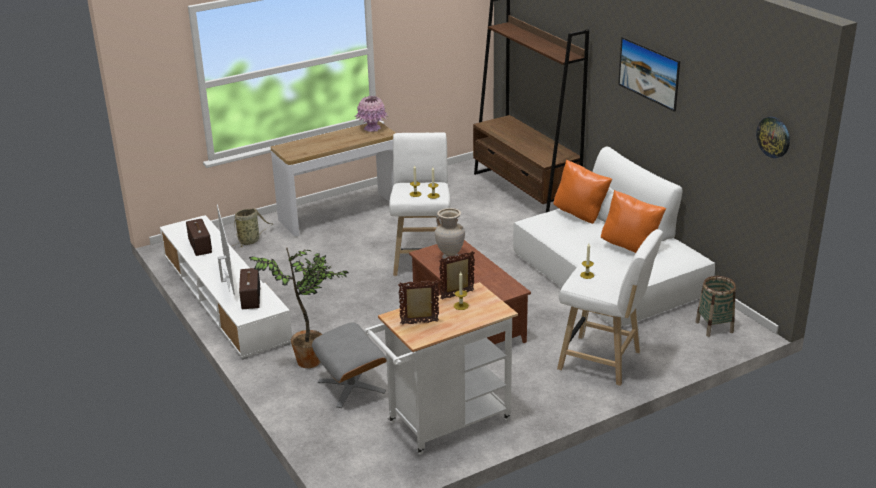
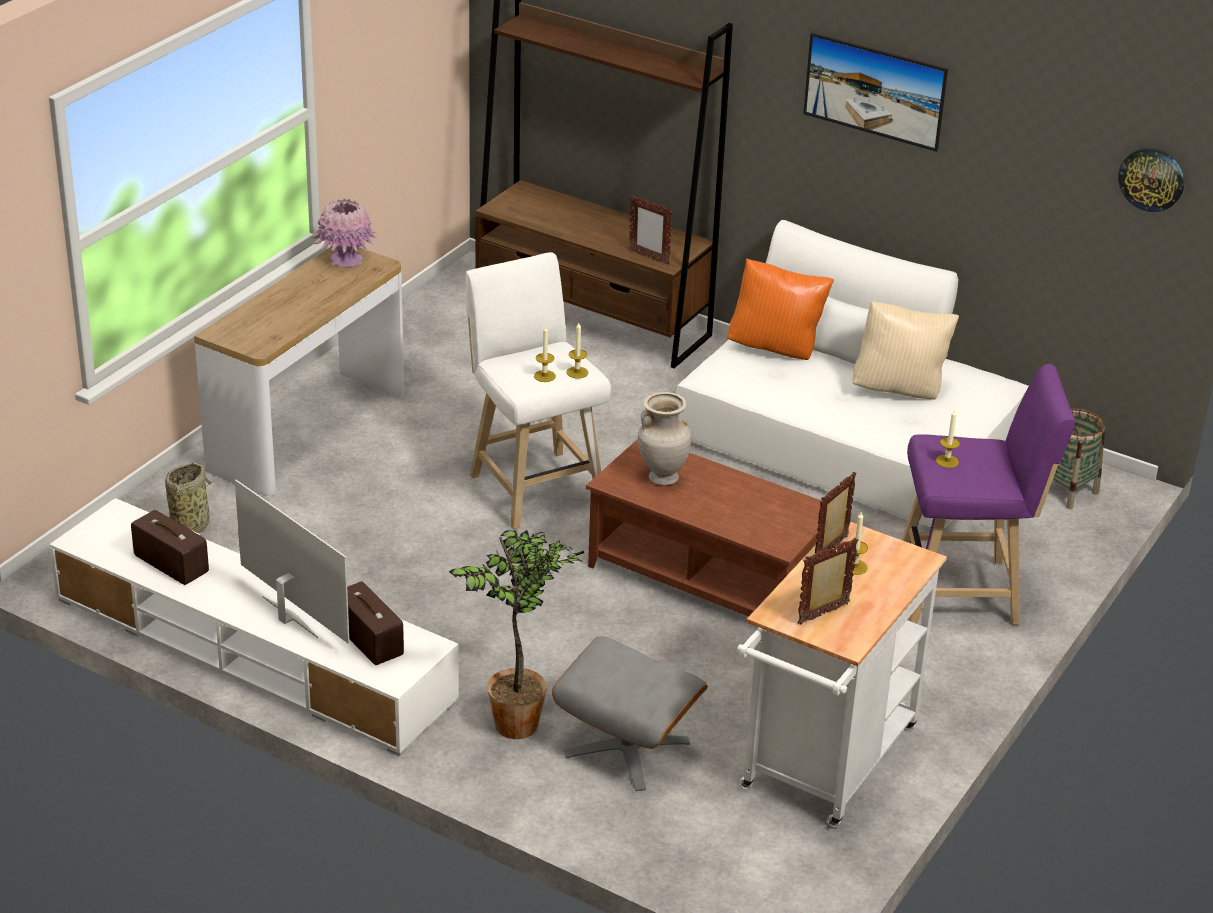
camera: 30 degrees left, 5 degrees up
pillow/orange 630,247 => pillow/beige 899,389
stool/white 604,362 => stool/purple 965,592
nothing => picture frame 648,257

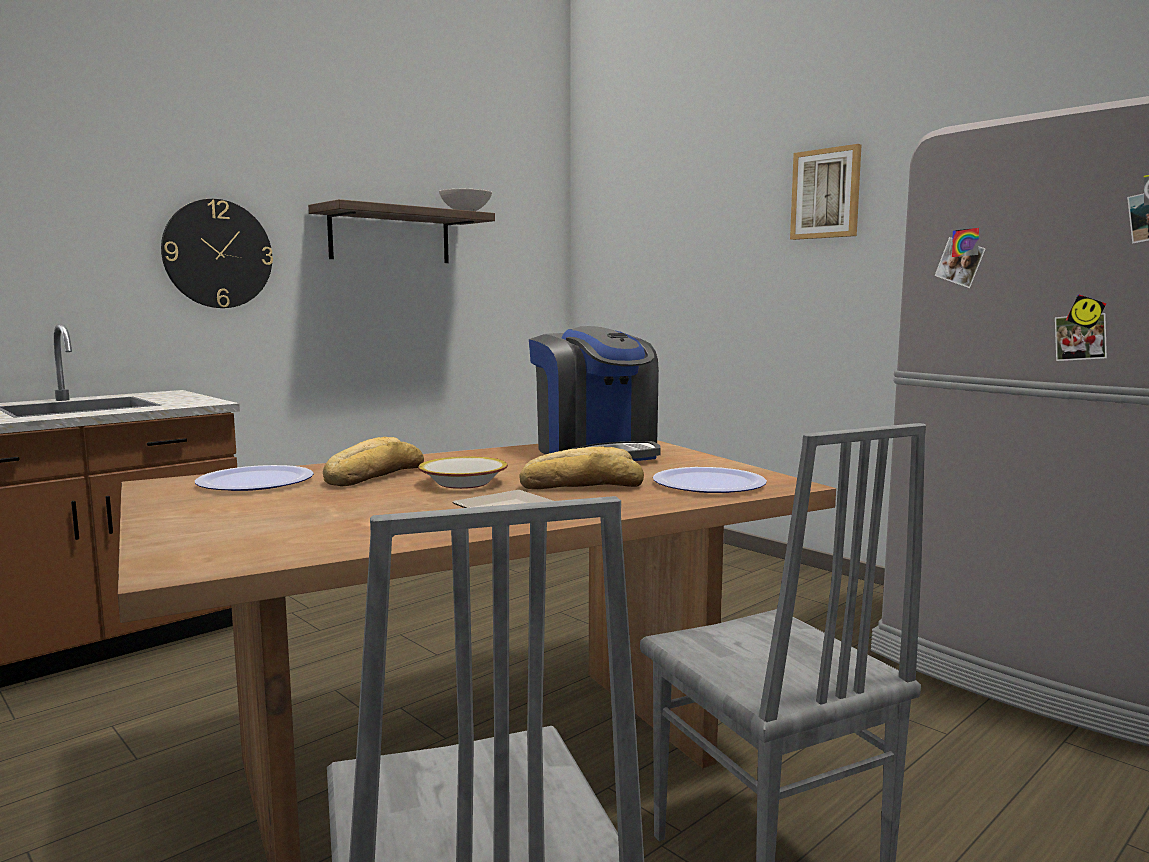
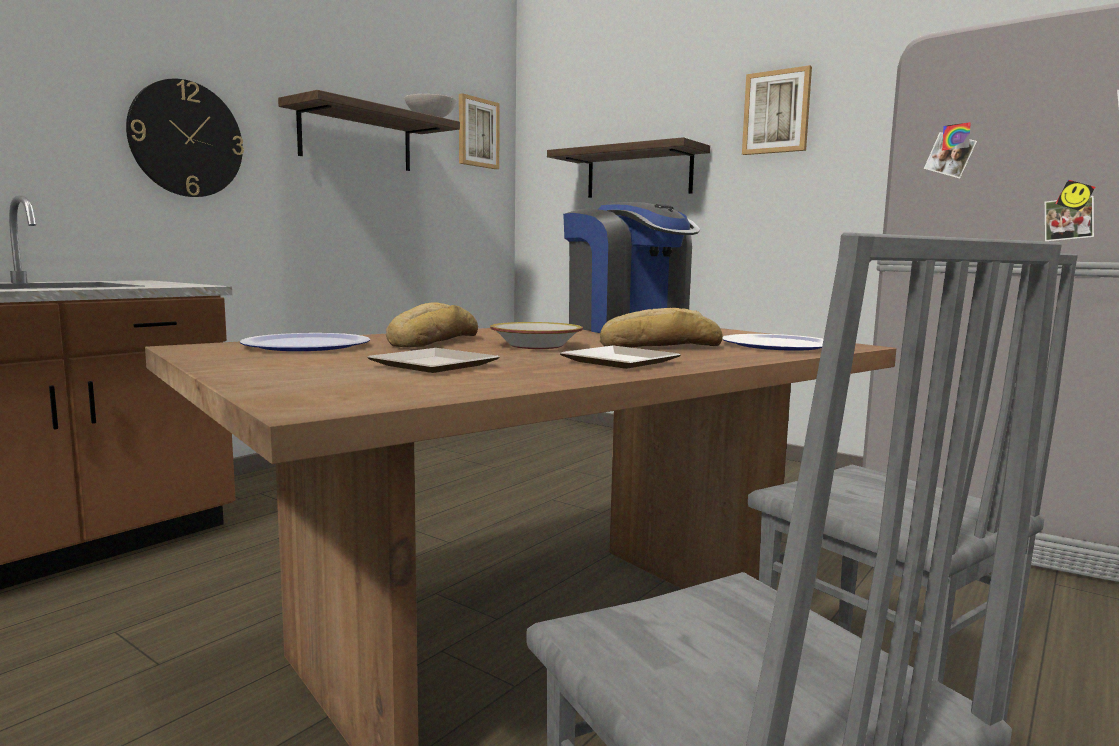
camera: 10 degrees left, 0 degrees up
nothing => picture 477,133
nothing => shelf 639,173
nothing => plate 429,366

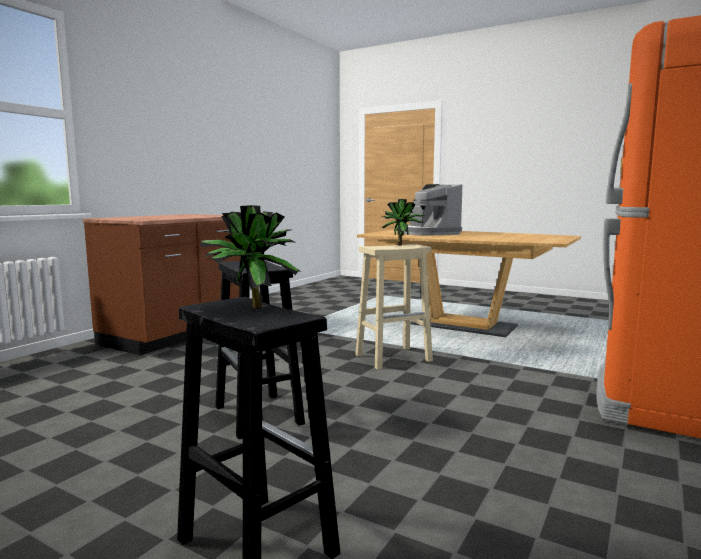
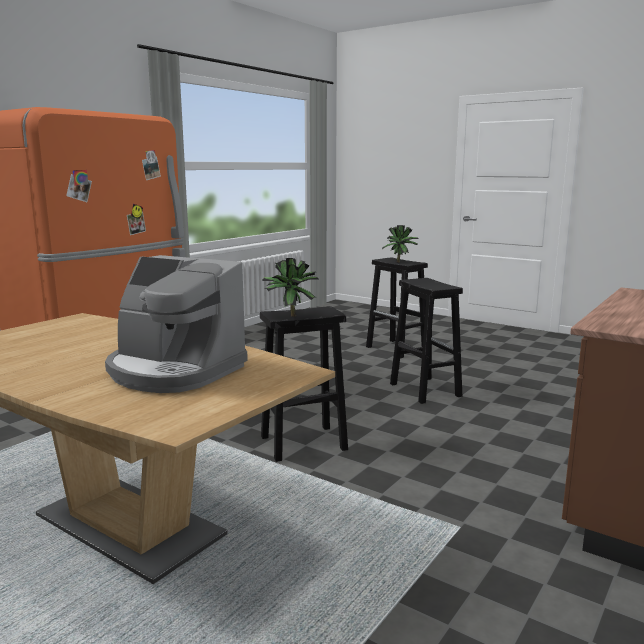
camera: 175 degrees left, 5 degrees up
coffee machine 428,233 => coffee machine 174,371, 135 degrees clockwise
stool/beige 394,358 => stool/black 302,443

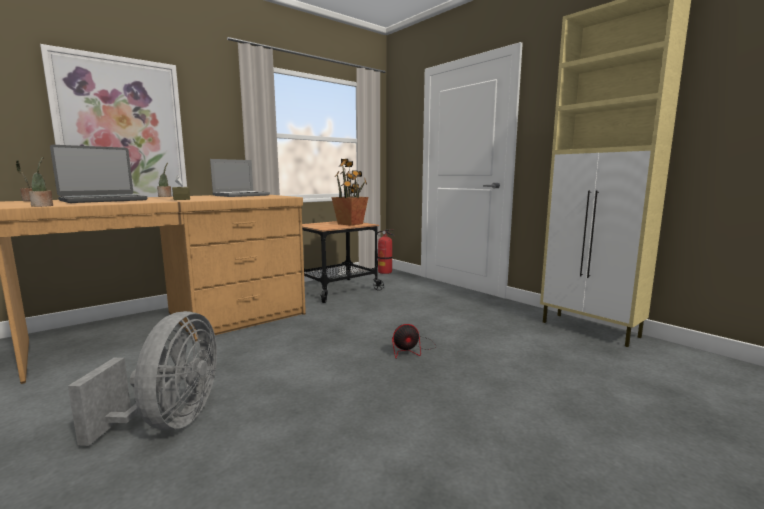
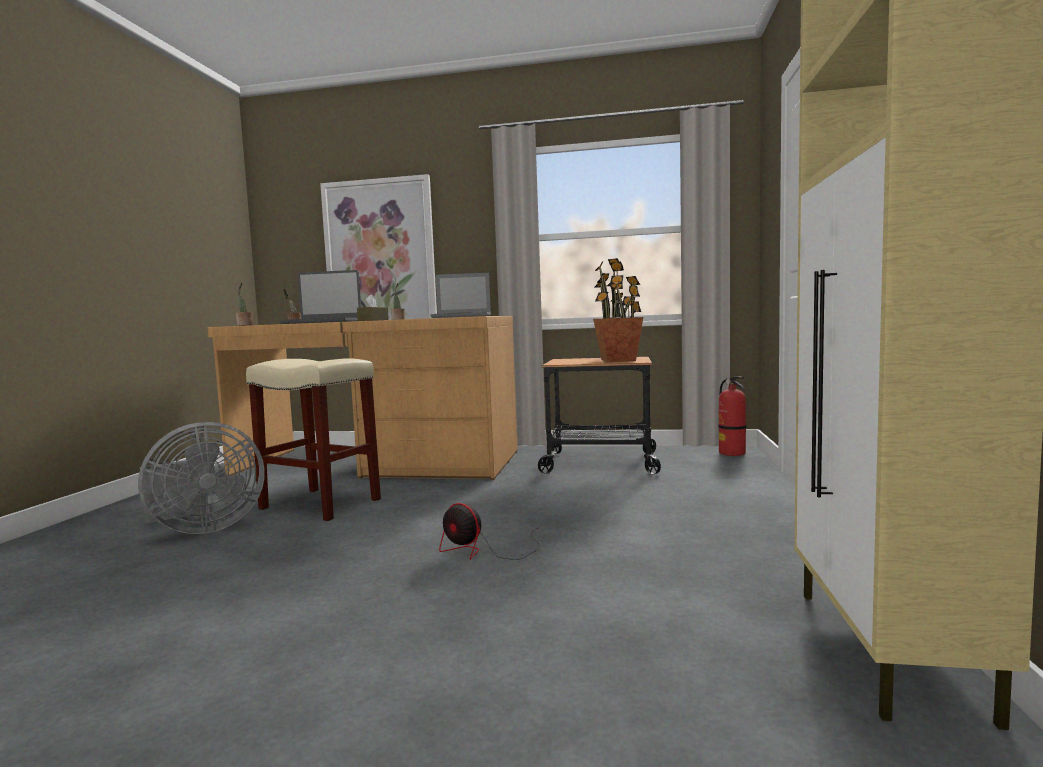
camera: 50 degrees right, 5 degrees down
nothing => stool/beige 319,504

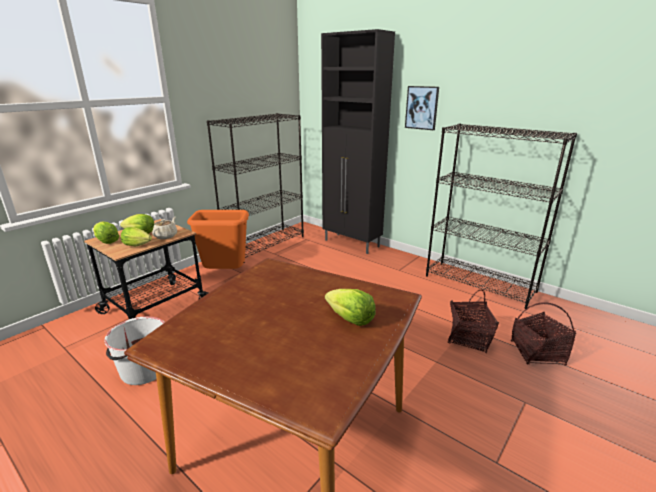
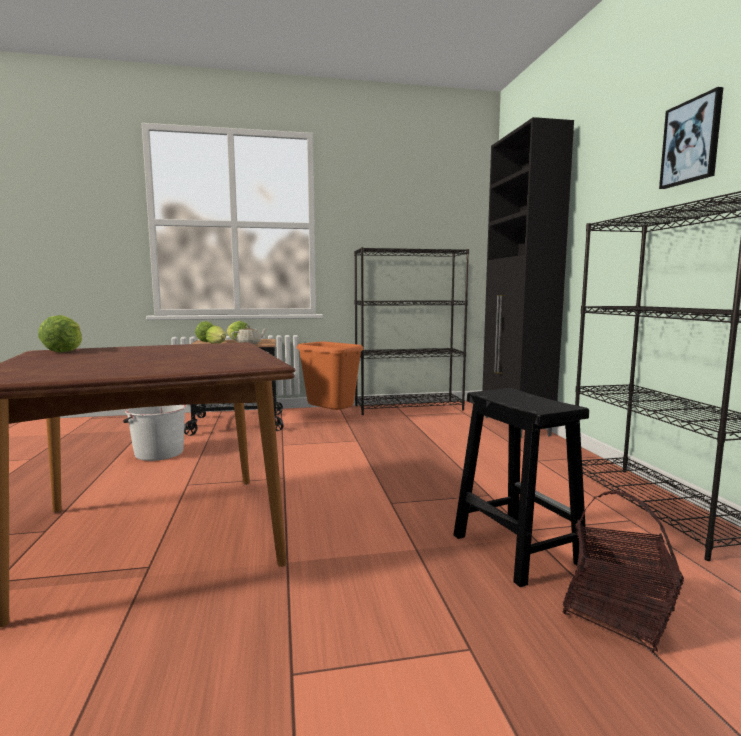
camera: 40 degrees right, 15 degrees down
picture 422,108 => picture 691,141, relocated
lettuce 350,319 => lettuce 65,351, relocated
basket 468,338 => stool/black 514,549

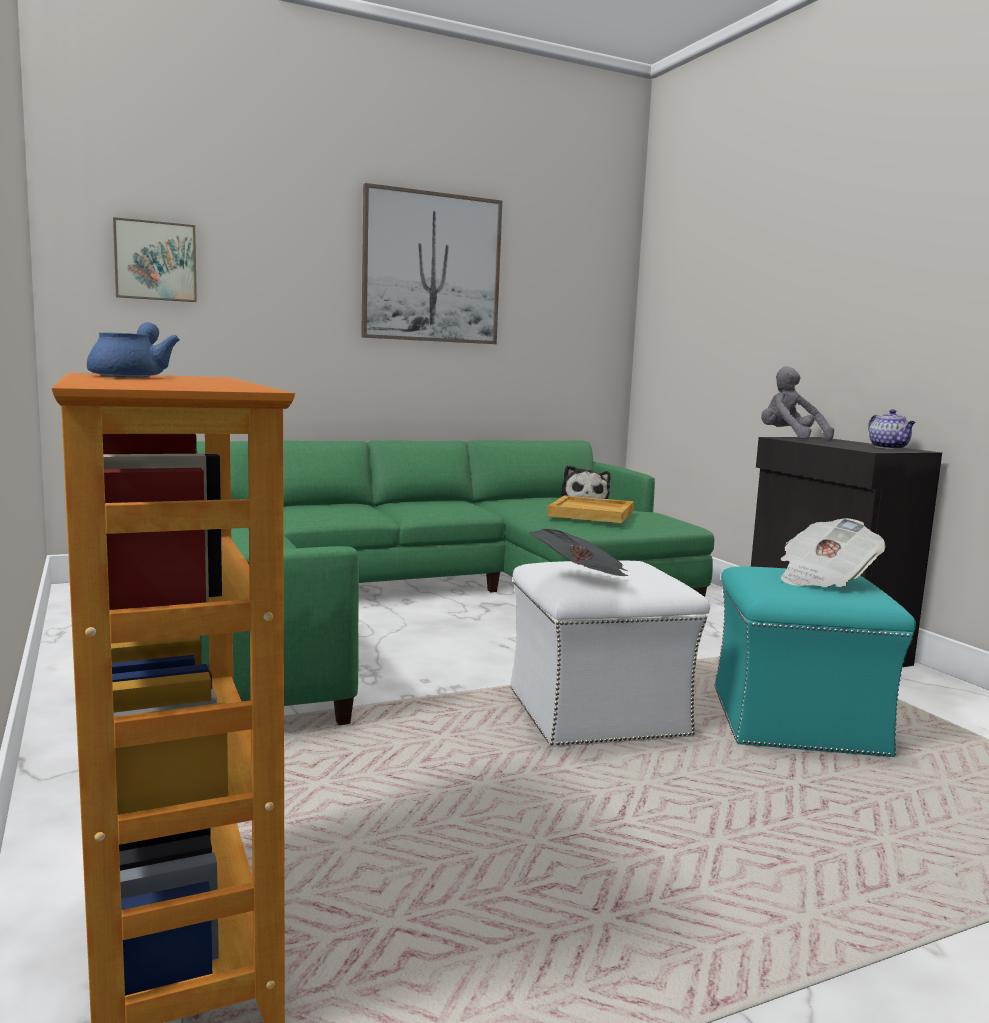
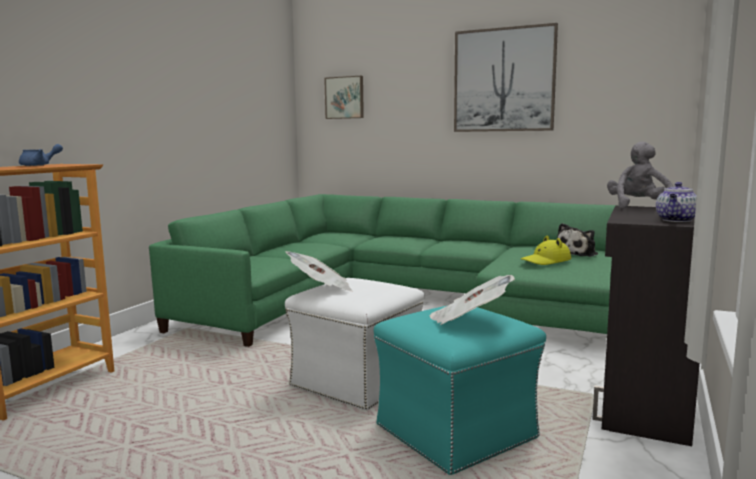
camera: 50 degrees right, 0 degrees up
tray/beige 592,513 => hat/yellow 546,261

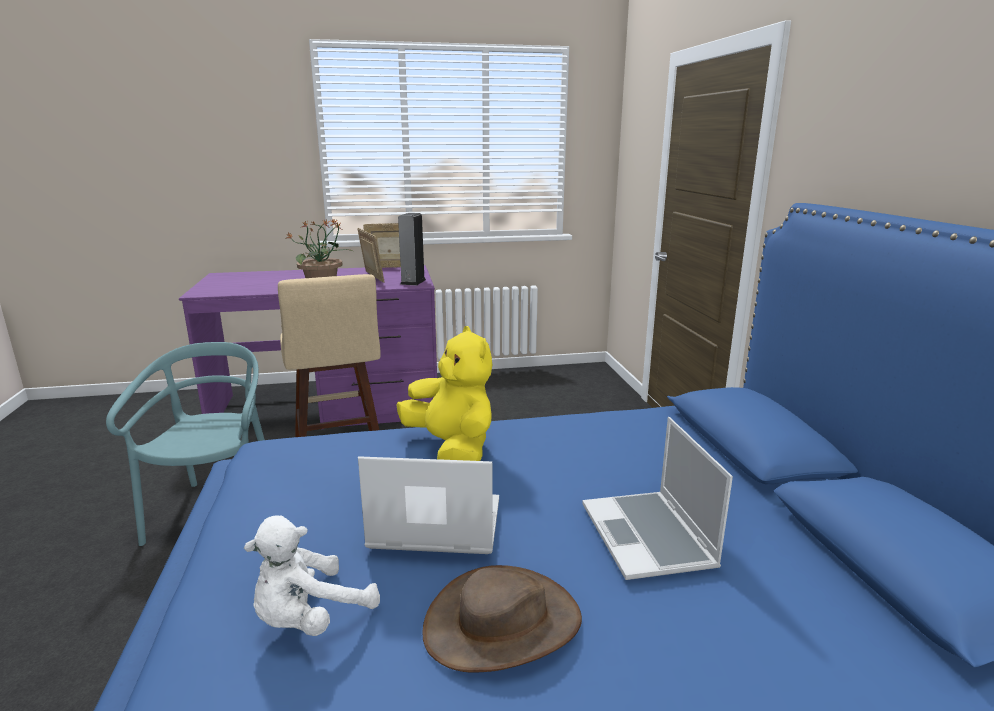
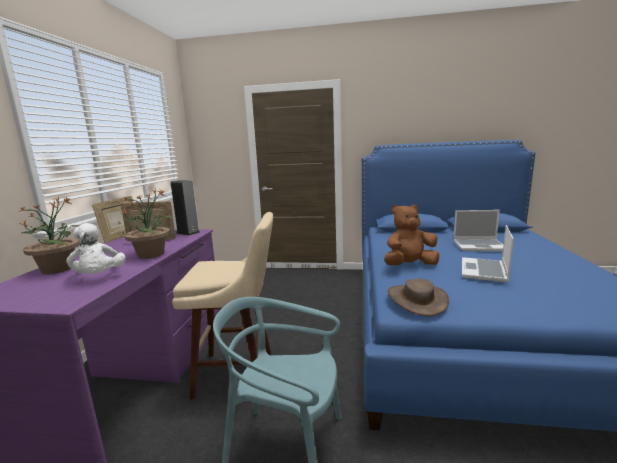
camera: 70 degrees left, 5 degrees down
plush toy/yellow 452,449 => plush toy/brown 409,265
plush toy/white 310,618 => plush toy/white 99,277, relocated
hat/brown 503,624 => hat/brown 417,299, relocated
nothing => potted plant 58,268

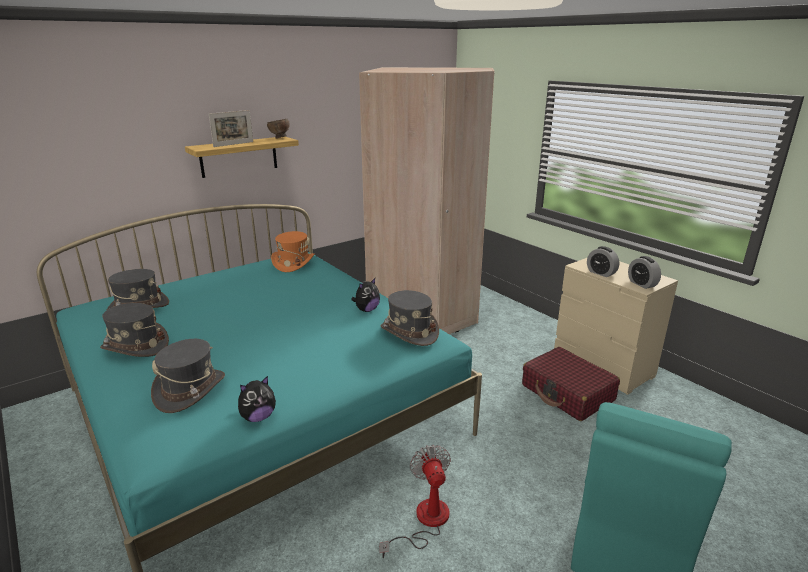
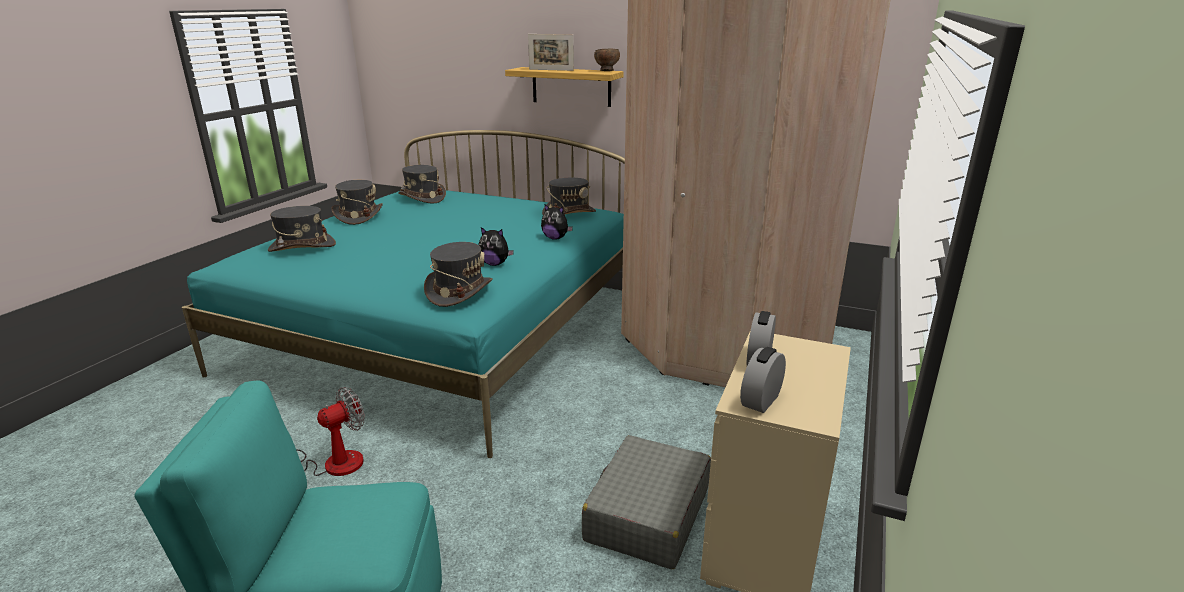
camera: 60 degrees right, 0 degrees up
hat/orange 293,263 => hat/grey 569,213
suitcase/red 567,393 => suitcase/grey 647,514
plush toy 258,417 => plush toy 555,238, relocated

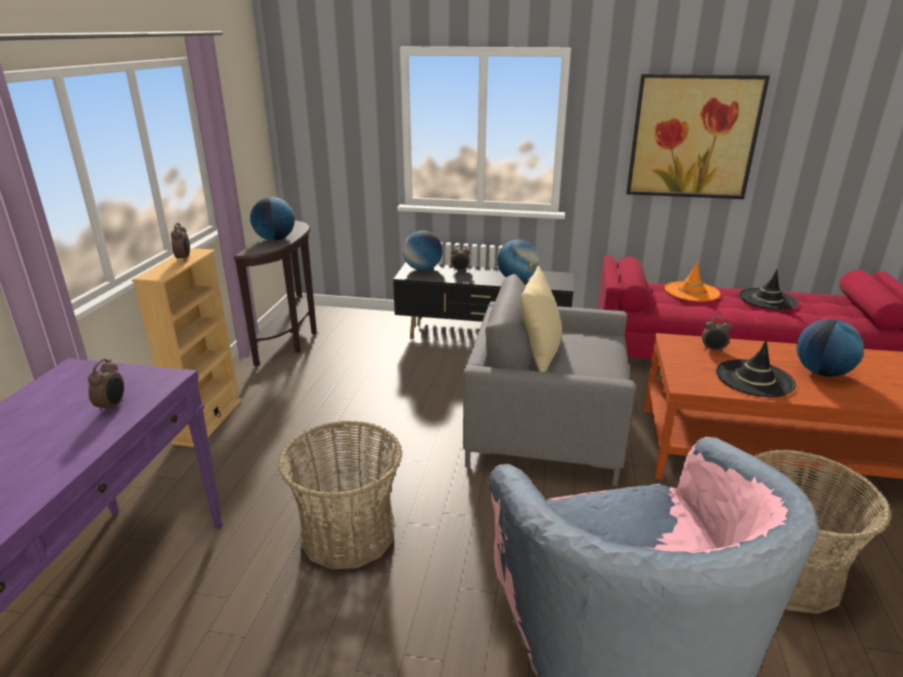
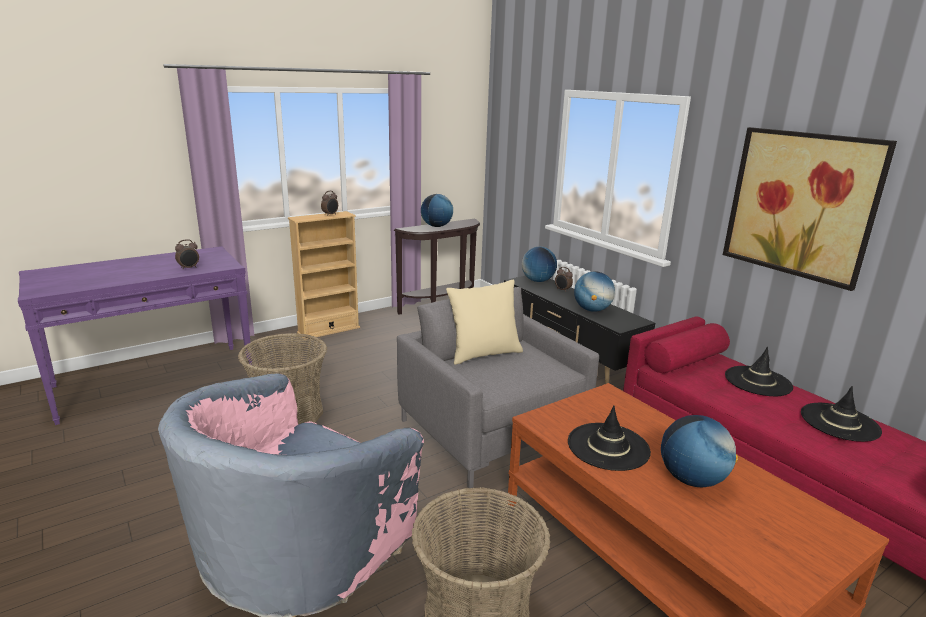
camera: 45 degrees right, 5 degrees down
hat/orange 691,291 => hat/black 757,381
alarm clock 713,350 => nothing

